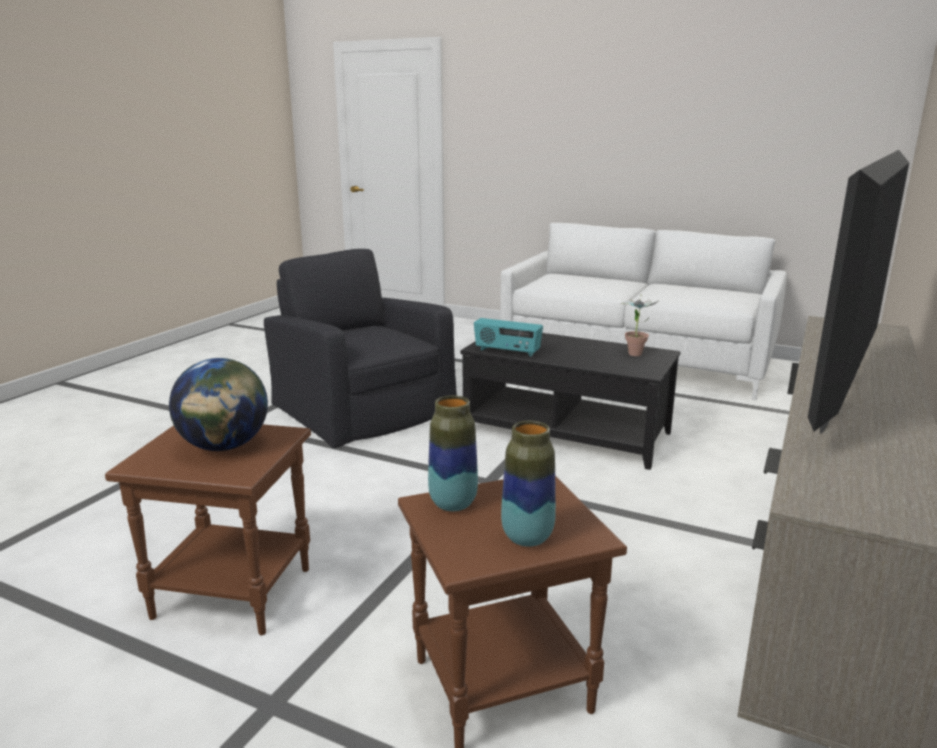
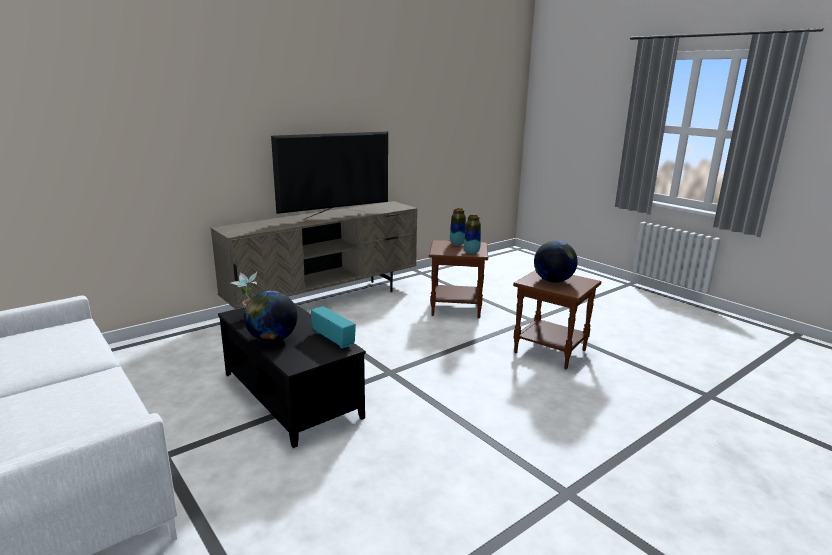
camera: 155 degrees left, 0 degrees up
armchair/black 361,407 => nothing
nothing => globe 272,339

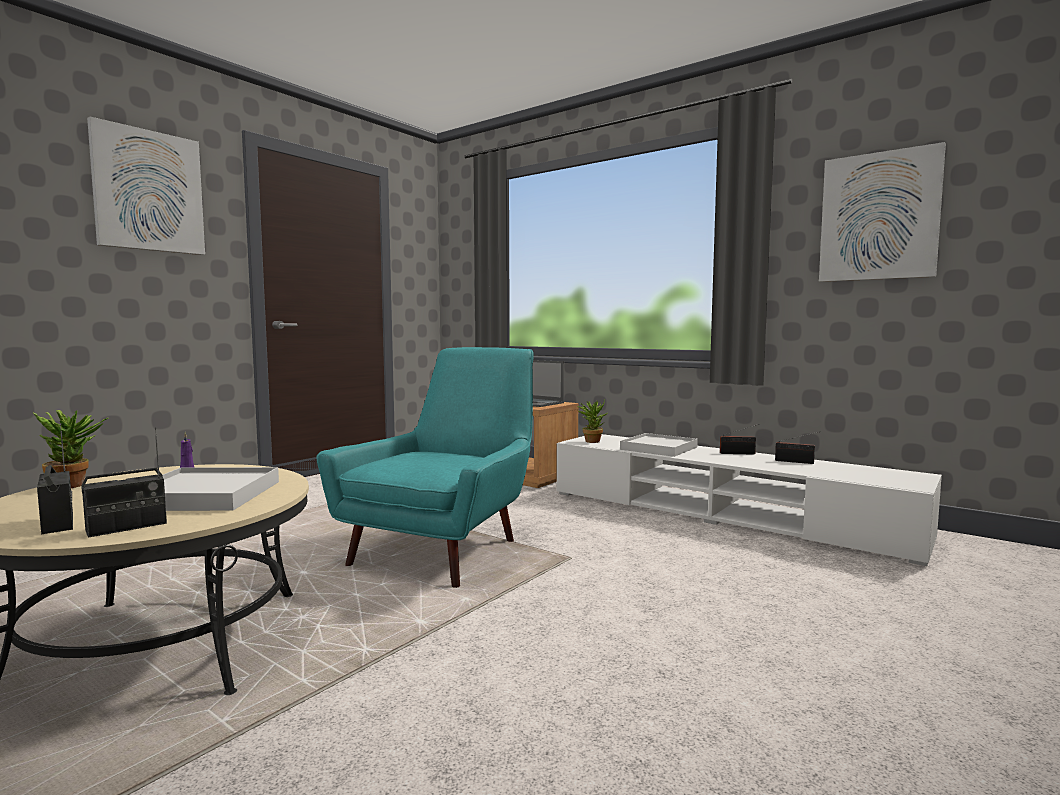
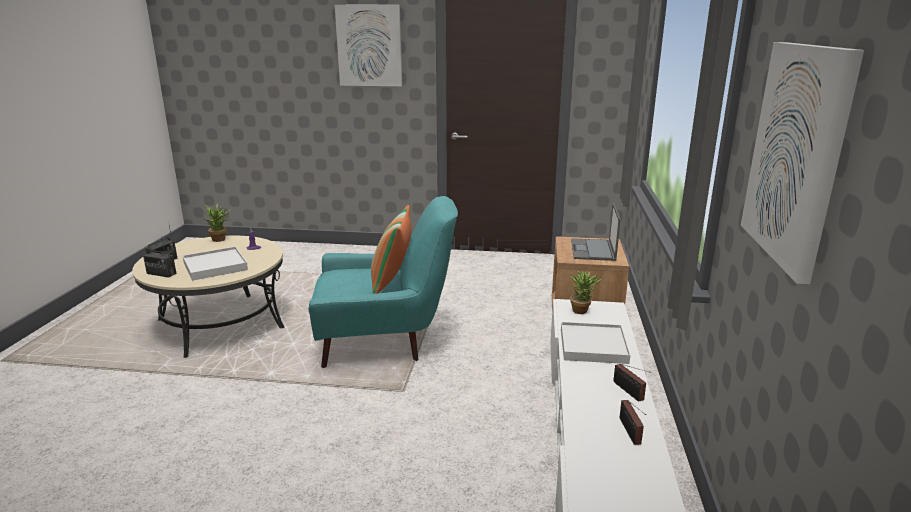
camera: 60 degrees right, 15 degrees up
nothing => pillow 392,282

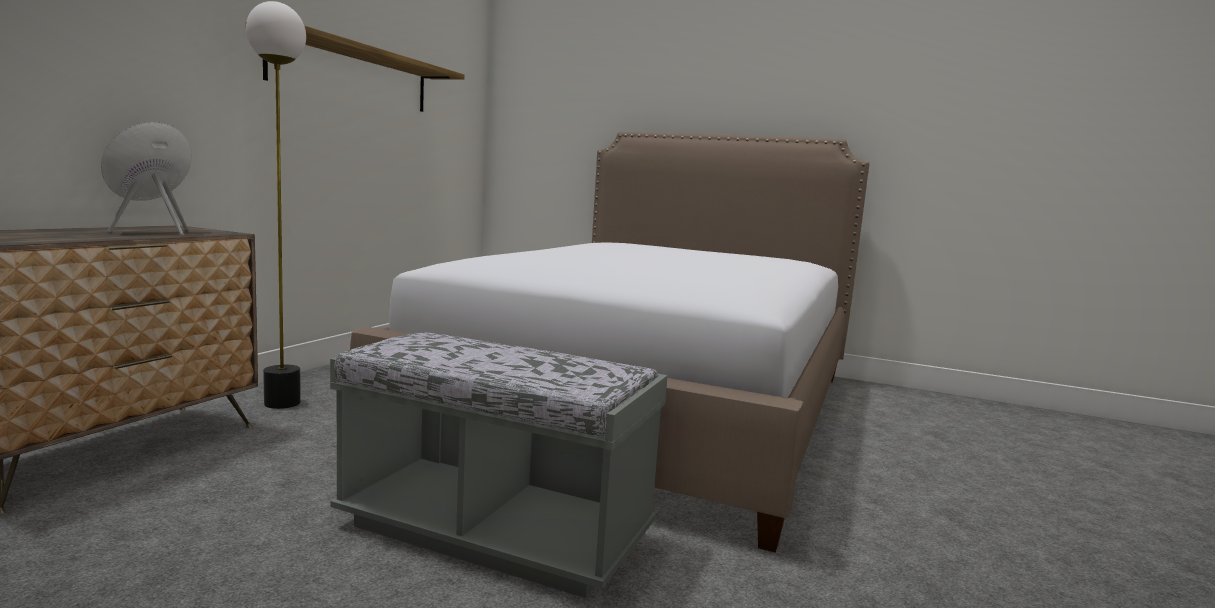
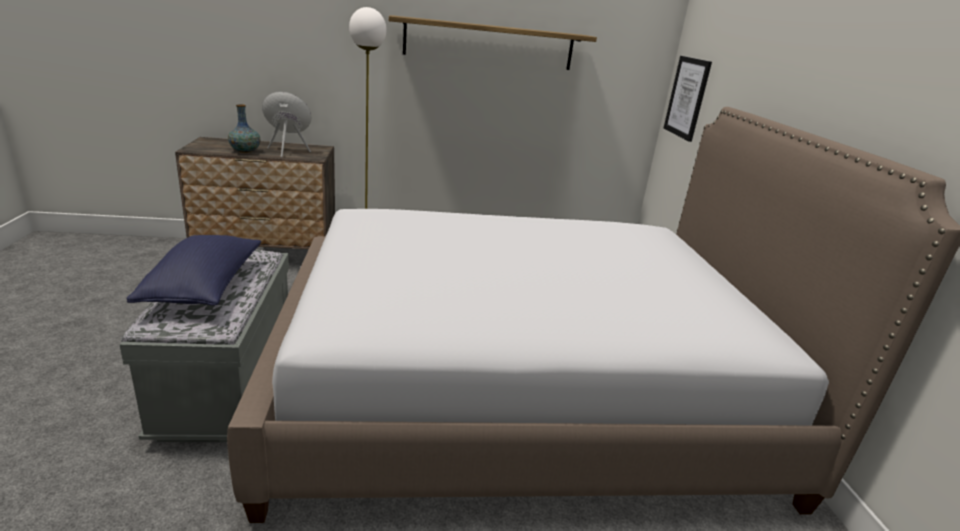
camera: 60 degrees right, 15 degrees up
nothing => picture 687,97
nothing => vase 245,151
nothing => pillow/blue 204,286

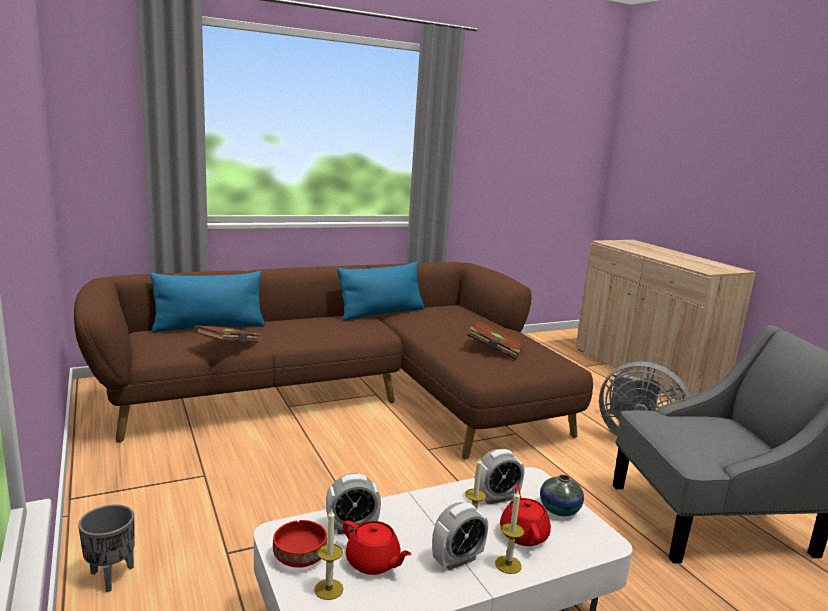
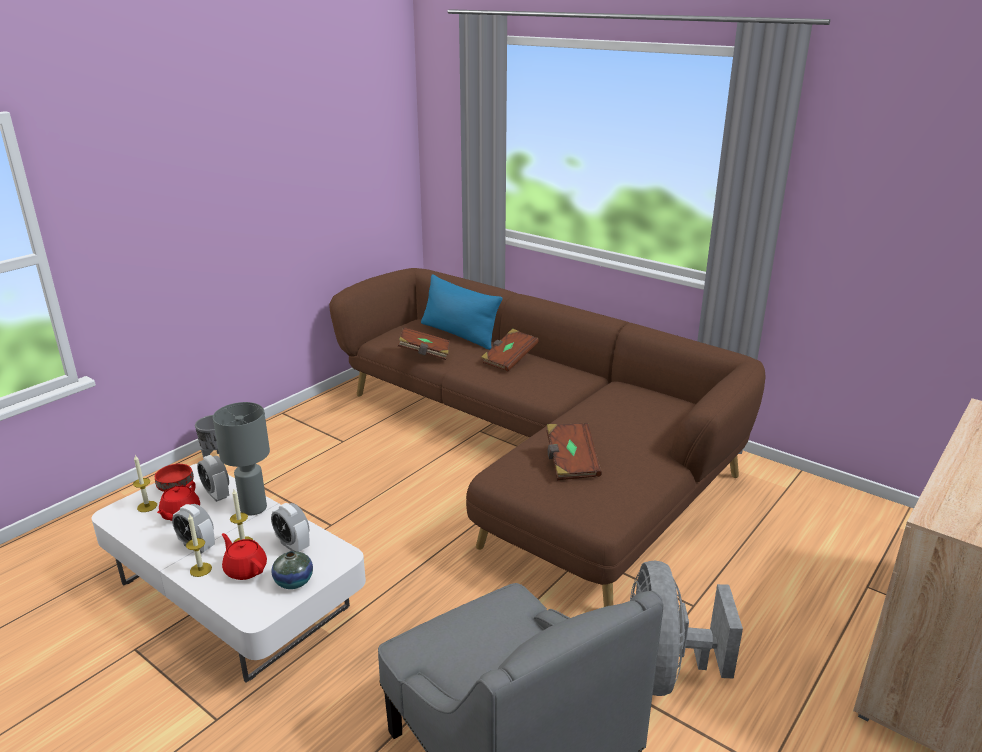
camera: 65 degrees right, 10 degrees up
pillow/blue 382,313 => nothing
teapot/red 523,534 => teapot/red 245,569, 105 degrees counterclockwise
nothing => book/brown 509,360
nothing => table lamp/grey 253,508

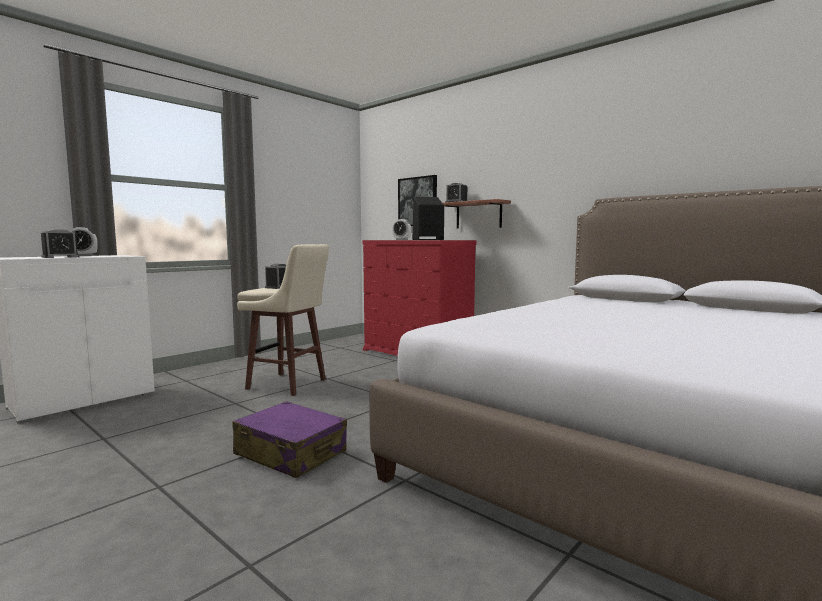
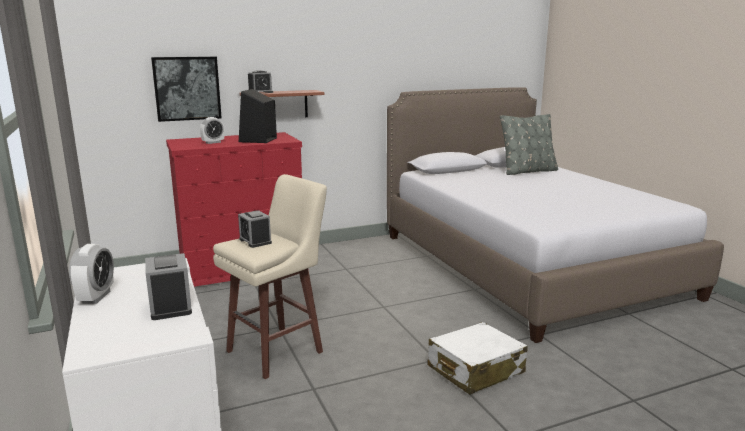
camera: 65 degrees left, 10 degrees up
suitcase/purple 291,453 => suitcase/white 475,370
nothing => pillow/grey 527,171

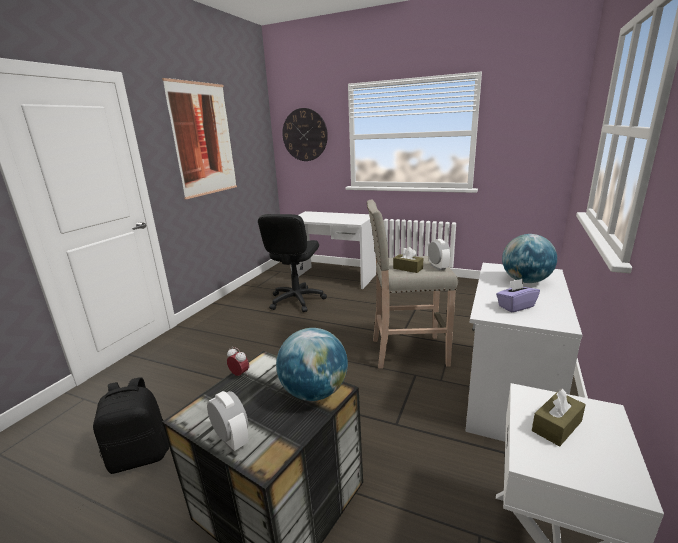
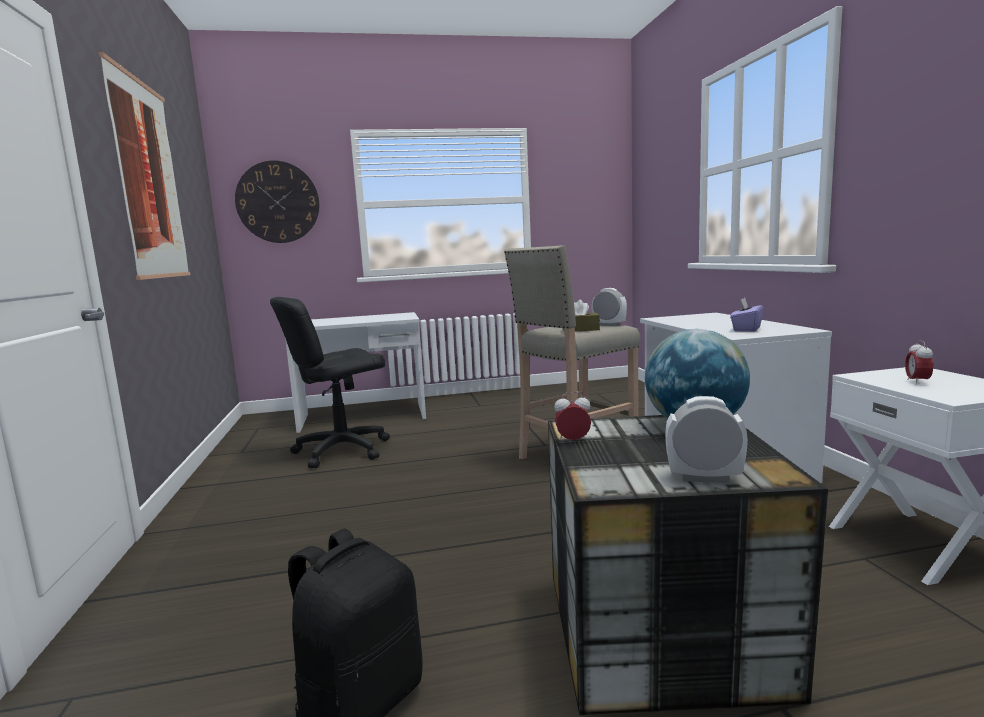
camera: 35 degrees left, 10 degrees down
office chair/black 296,300 => office chair/black 342,450, 75 degrees clockwise
globe 525,281 => nothing
tissue box/brown 556,426 => alarm clock 917,382

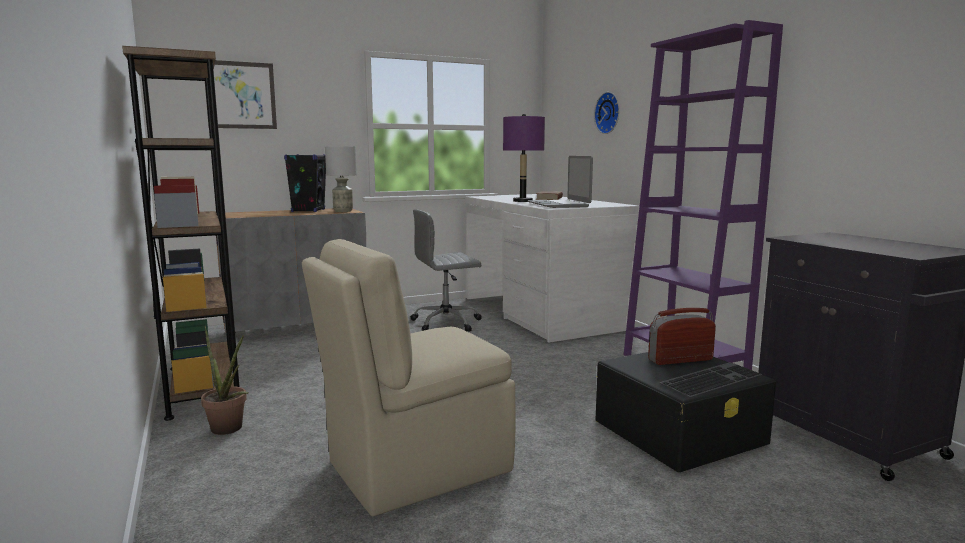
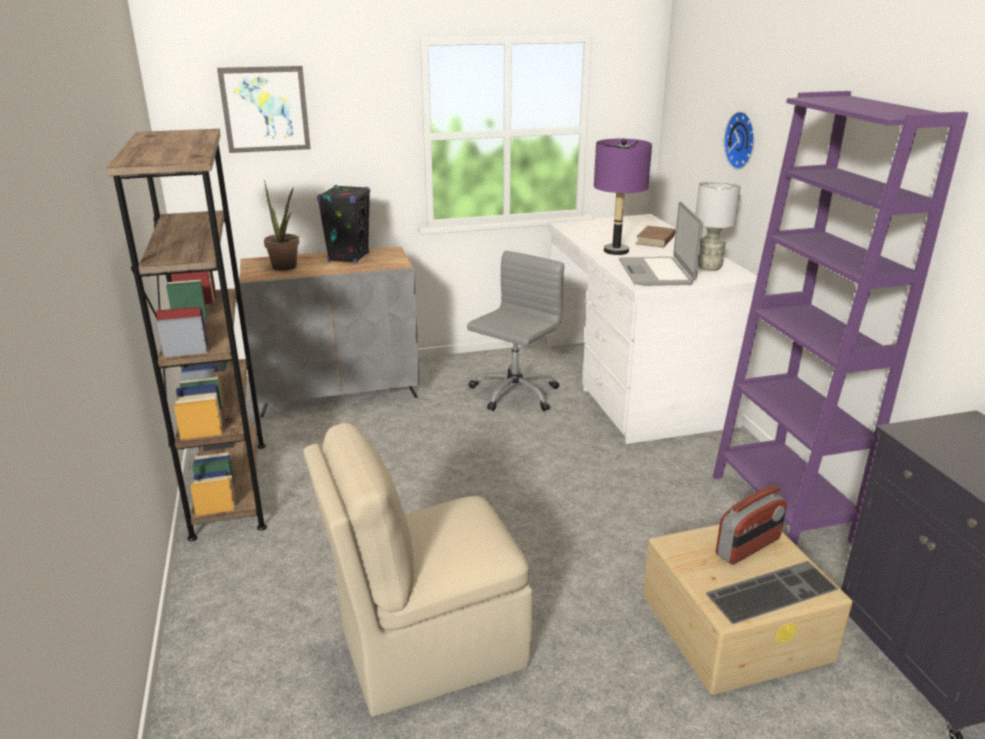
camera: 10 degrees right, 15 degrees up
table lamp/grey 342,211 => table lamp/grey 708,267, relocated
office chair/grey 447,323 => office chair/grey 513,394, 135 degrees clockwise
radio 680,360 => radio 748,547, 150 degrees clockwise
potted plant 229,430 => potted plant 287,268, relocated
storage box/black 680,431 => storage box/beige 736,626

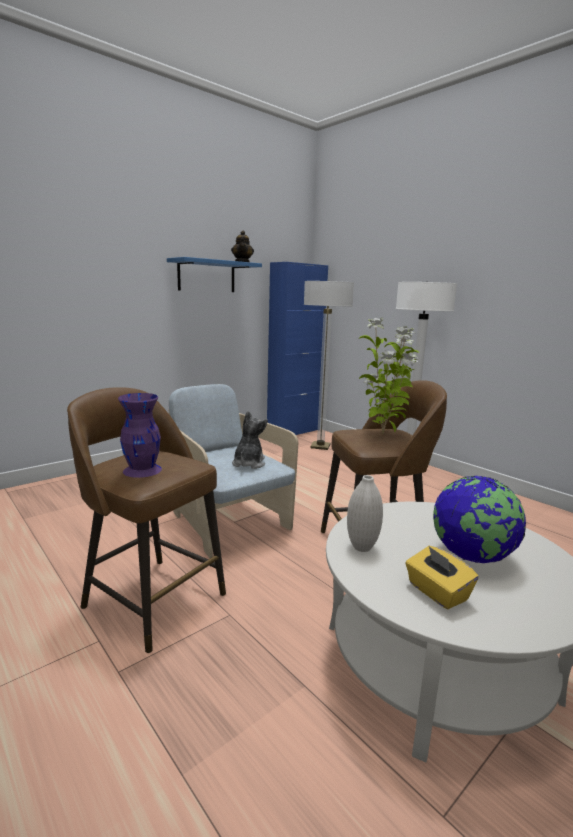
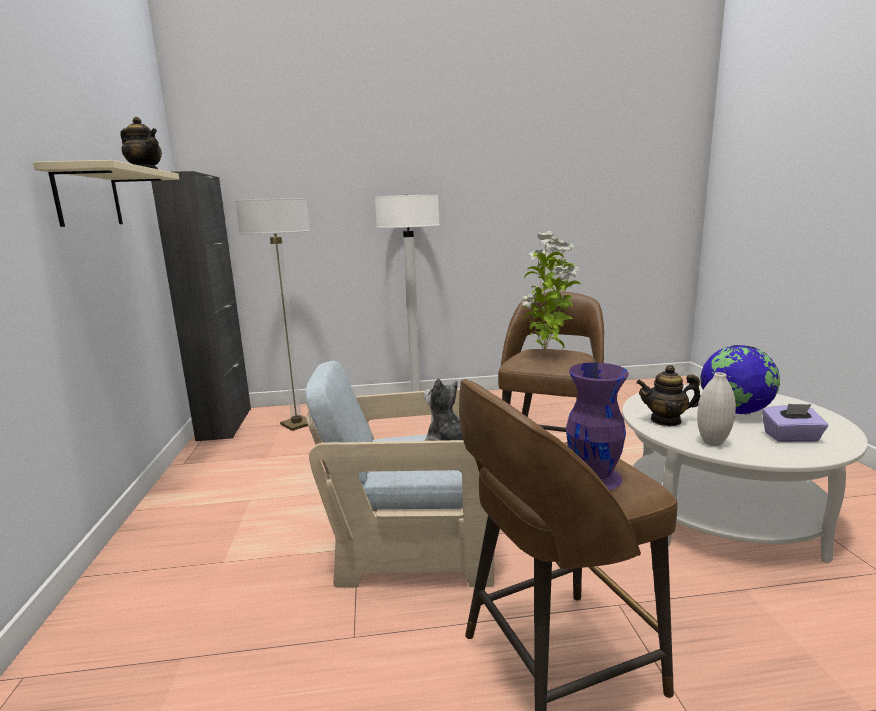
camera: 55 degrees left, 0 degrees up
shelf/blue 206,276 => shelf/beige 88,197
cabinet/blue 293,431 => cabinet/black 225,424
tissue box/yellow 437,592 => tissue box/purple 791,437
nothing => teapot 666,420

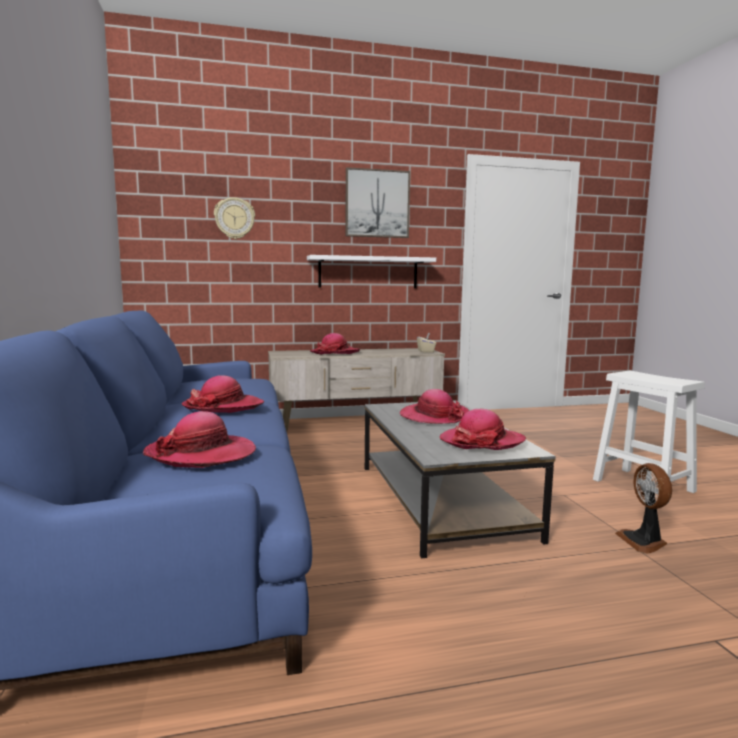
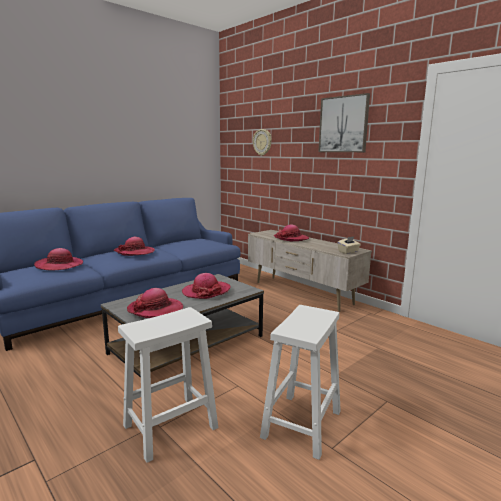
camera: 60 degrees right, 5 degrees up
shelf/white 368,272 => nothing
fan 644,541 => stool/white 169,427

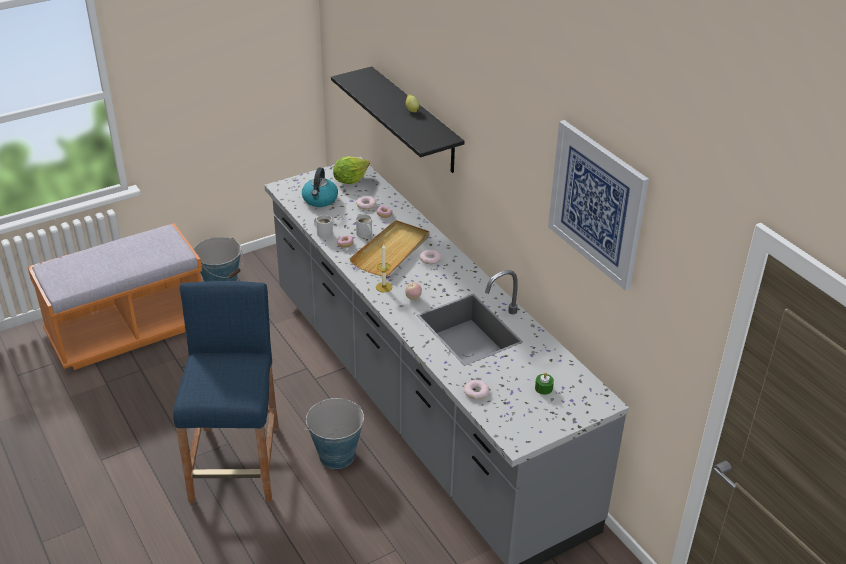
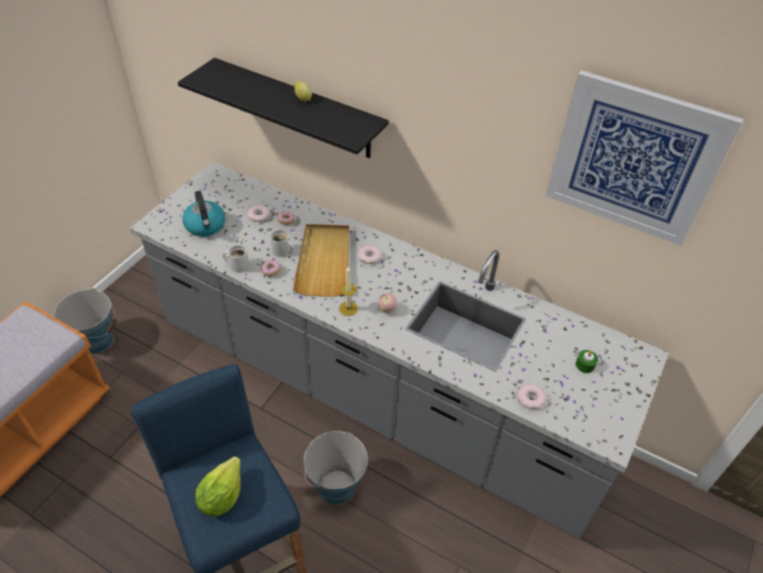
camera: 30 degrees left, 10 degrees up
lettuce 350,180 => lettuce 221,496, relocated

